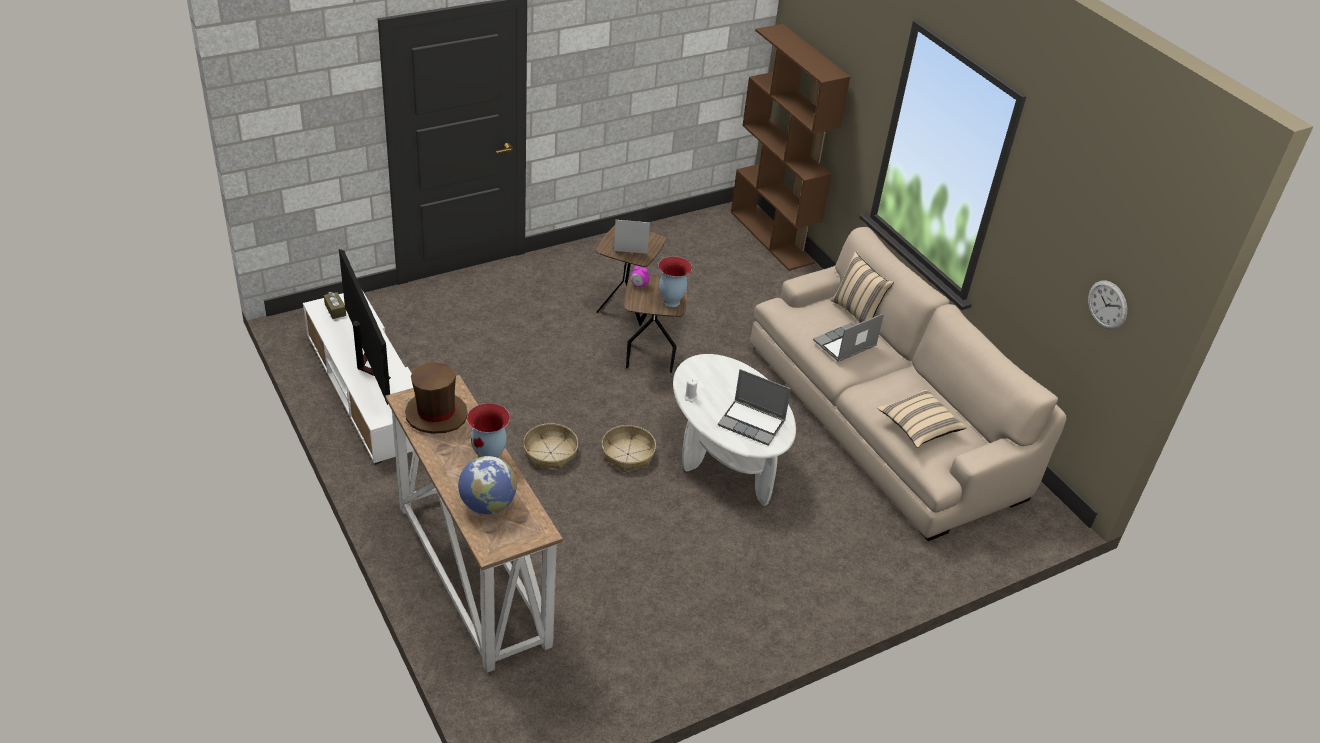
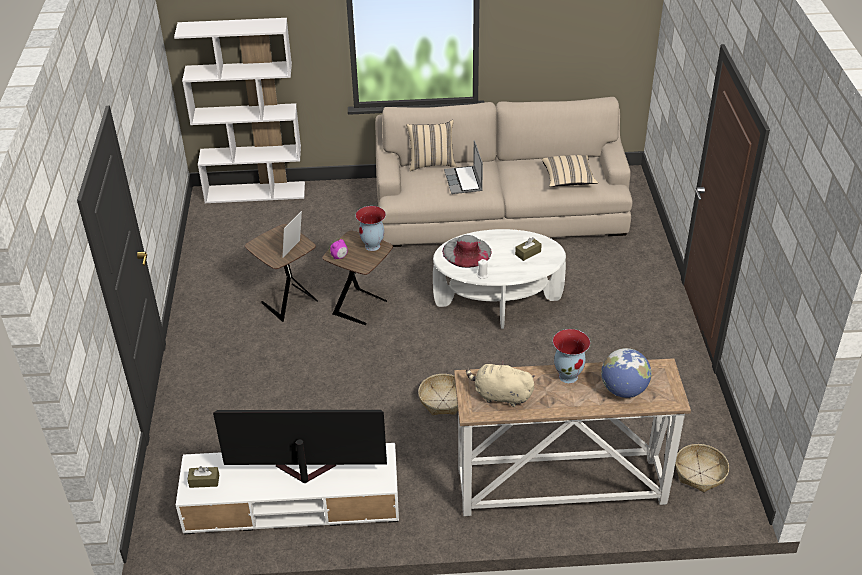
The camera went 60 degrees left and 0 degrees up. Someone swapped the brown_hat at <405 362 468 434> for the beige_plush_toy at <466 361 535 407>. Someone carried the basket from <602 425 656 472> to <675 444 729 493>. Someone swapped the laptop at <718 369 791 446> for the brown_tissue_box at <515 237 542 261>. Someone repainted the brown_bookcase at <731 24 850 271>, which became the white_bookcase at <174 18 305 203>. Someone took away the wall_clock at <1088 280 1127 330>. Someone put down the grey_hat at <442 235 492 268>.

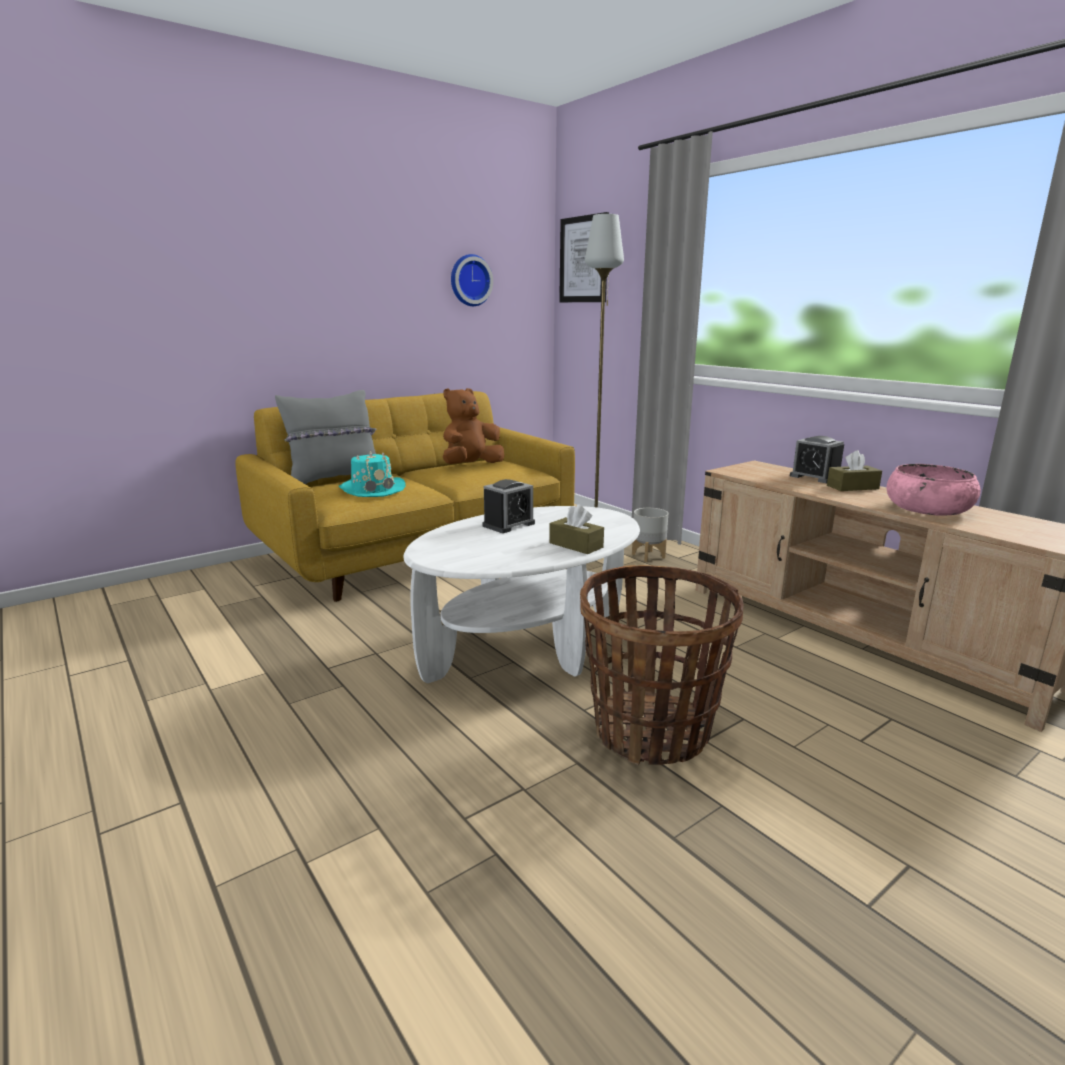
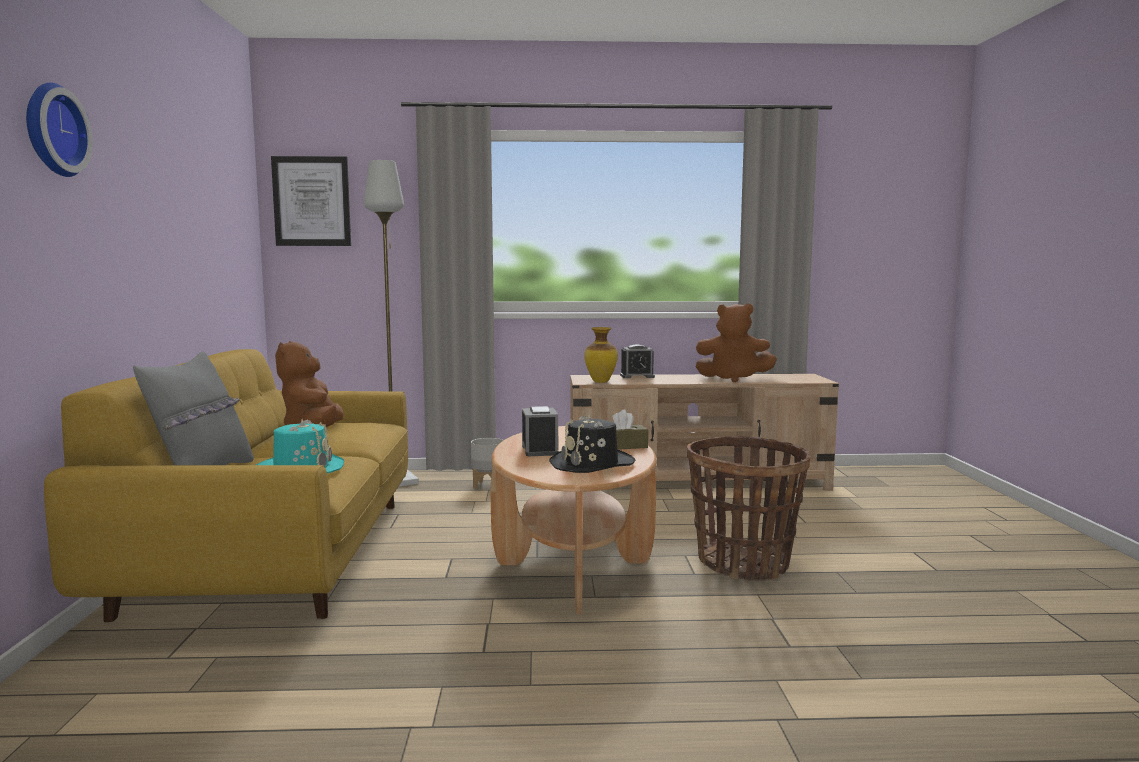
The camera went 55 degrees left and 10 degrees down. Someone repainted the white_coffee_table at <403 506 640 683>, which became the brown_coffee_table at <491 426 657 614>. Someone carried the wall_clock from <451 254 493 306> to <26 83 93 177>. Someone took away the brown_tissue_box at <827 450 882 491>. Someone swapped the pink_bowl at <886 464 981 516> for the brown_plush_toy at <696 303 777 382>. Someone put down the black_hat at <549 415 636 473>. Someone put down the vase at <585 327 618 383>.

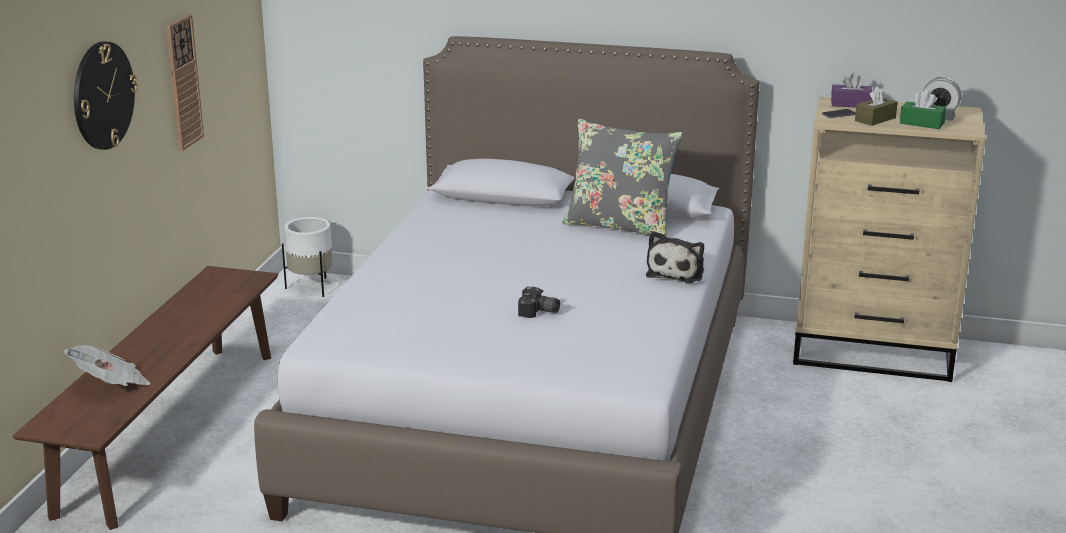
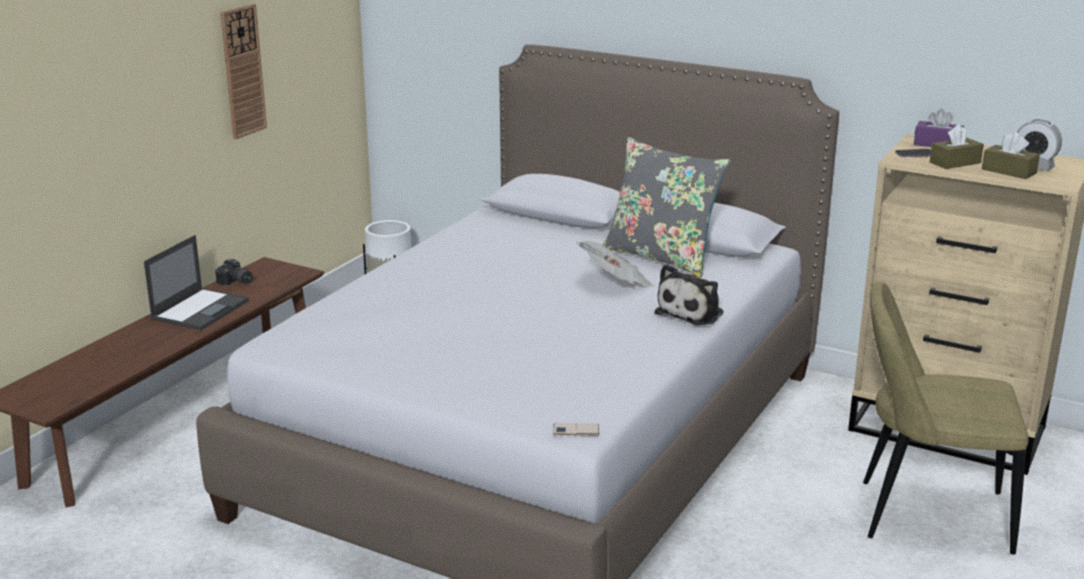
The camera went 15 degrees right and 0 degrees up. Someone carried the newspaper from <64 345 151 386> to <576 241 654 287>. Someone took away the wall_clock at <74 41 137 150>. Someone carried the photo_camera from <518 286 560 318> to <215 258 253 285>. Someone repainted the green_tissue_box at <900 90 947 129>, which became the brown_tissue_box at <982 132 1040 179>. Someone put down the laptop at <144 235 249 331>. Someone put down the phone at <553 423 599 436>. Someone put down the beige_chair at <863 282 1028 555>.

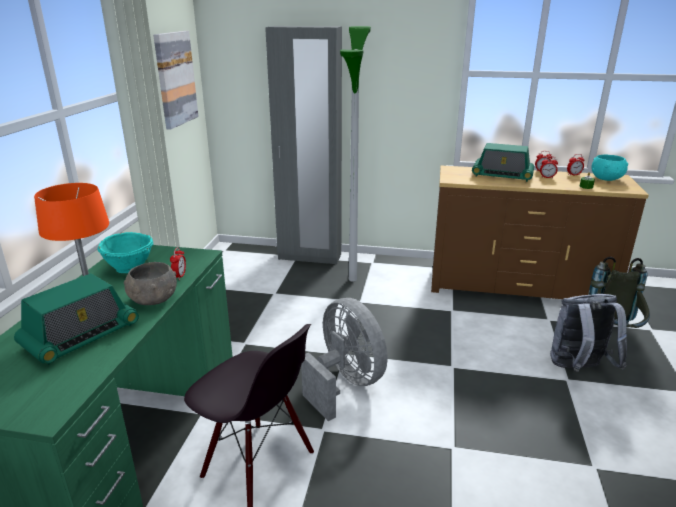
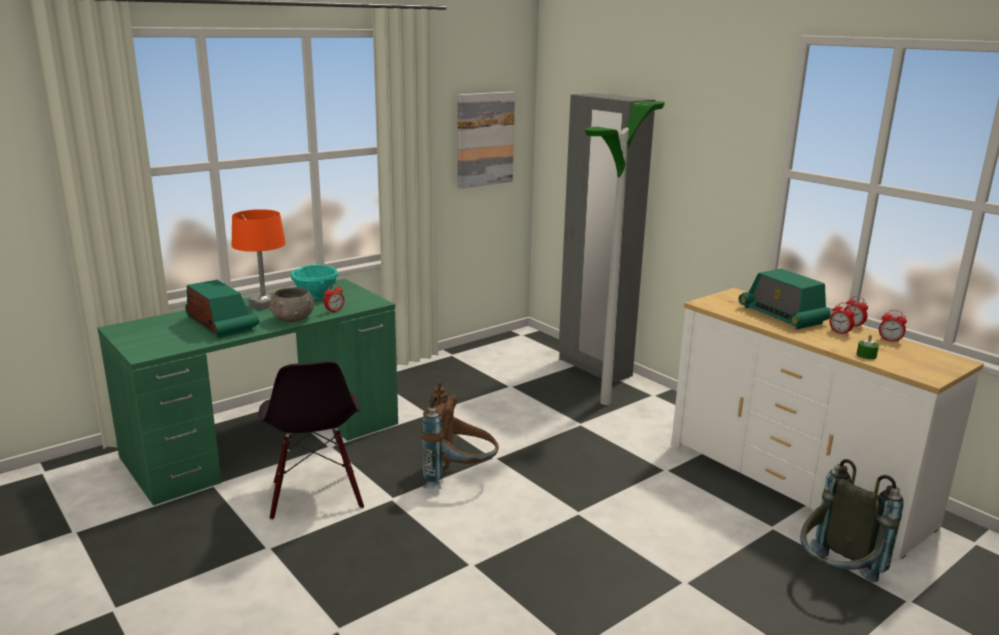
The camera went 40 degrees right and 5 degrees down. Someone rotated the radio at <14 273 139 365> by 120 degrees counterclockwise. Someone swapped the grey_fan at <301 298 387 421> for the brown_backpack at <421 382 499 489>. Someone repainted the brown_dresser at <431 166 649 299>, which became the white_dresser at <671 288 984 560>. Someone took away the grey_backpack at <550 294 627 372>. Someone took away the turquoise_bowl at <591 154 628 181>.

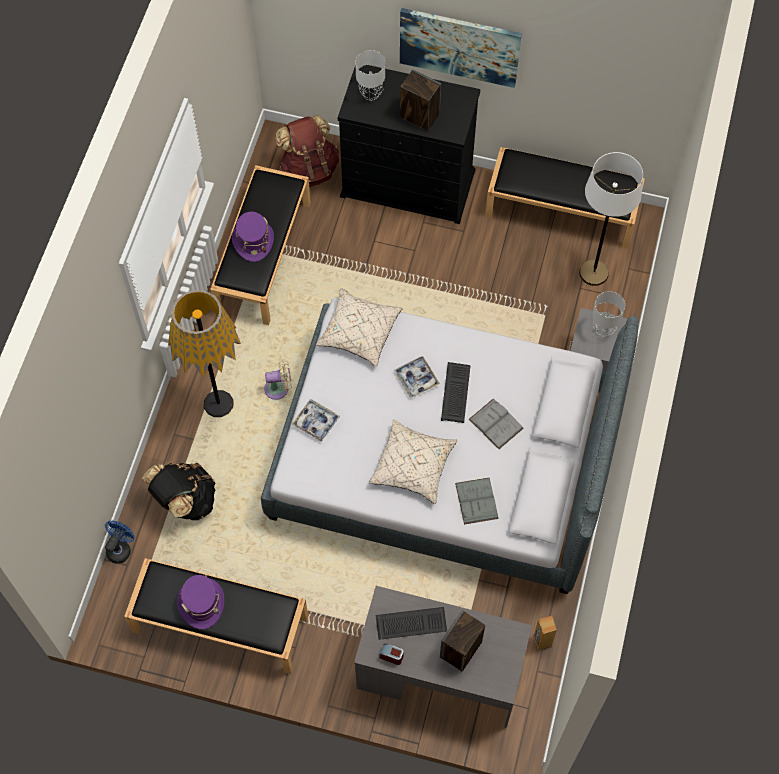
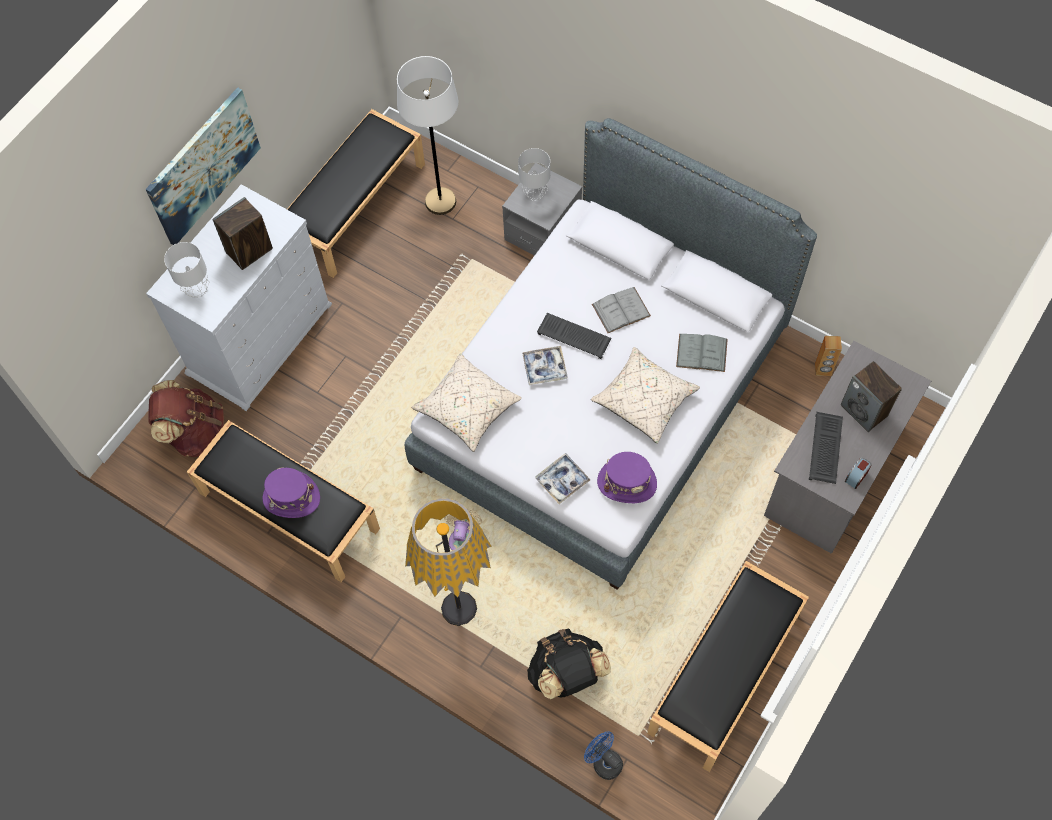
The camera went 70 degrees left and 0 degrees up. Someone carried the purple_hat from <177 575 224 629> to <597 452 657 503>. Someone repainted the black_dresser at <338 65 480 224>, which became the white_dresser at <146 184 332 411>.

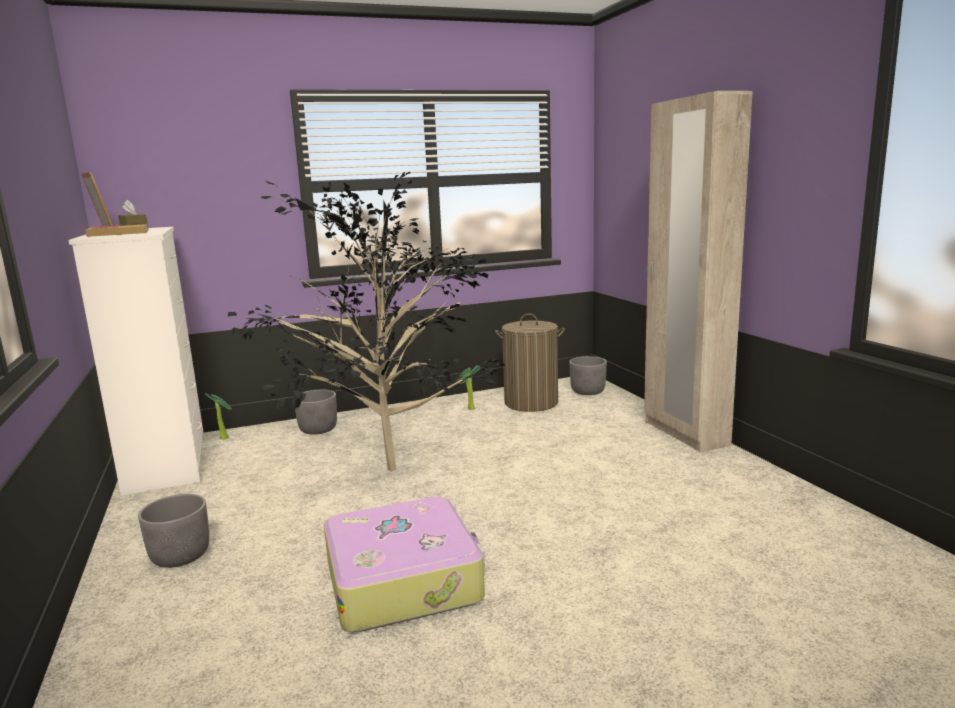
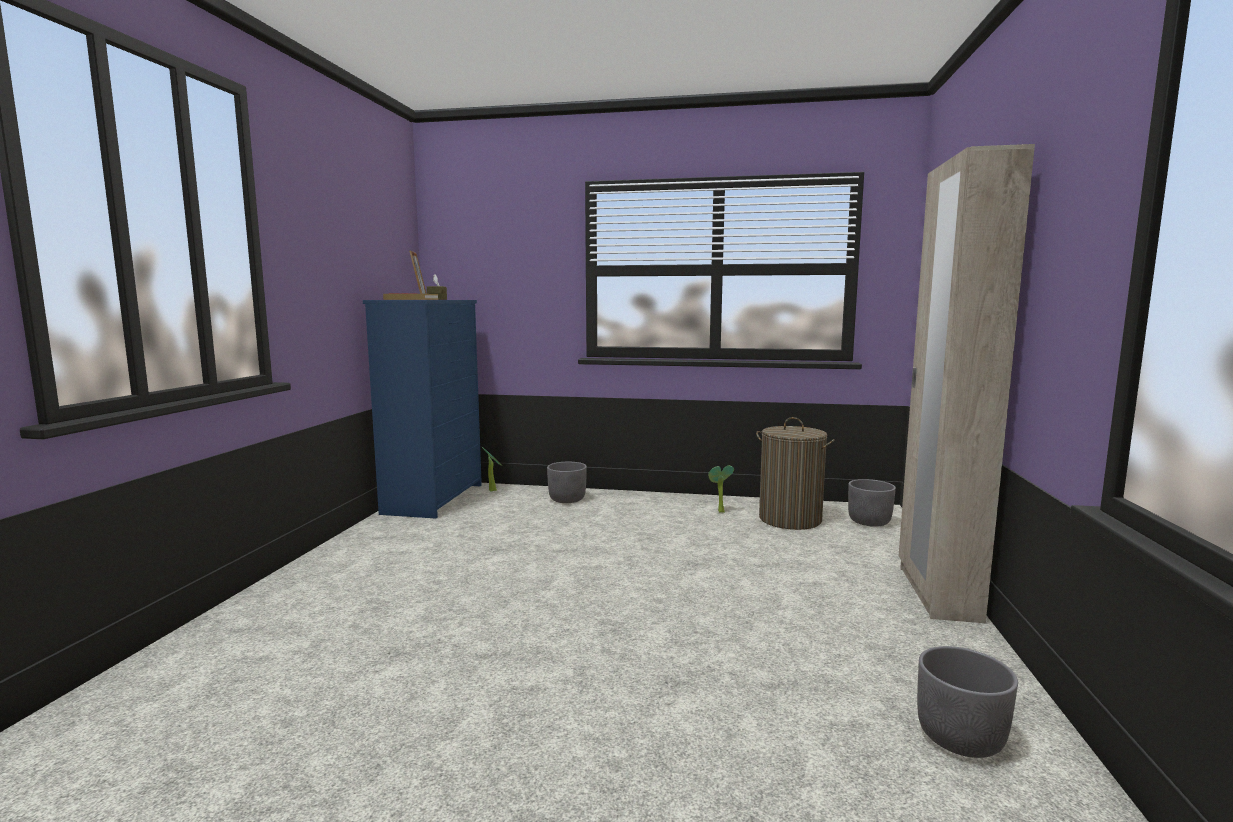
The camera went 30 degrees right and 5 degrees down. Someone repainted the white_dresser at <69 227 204 496>, which became the blue_dresser at <363 300 482 519>. Someone carried the grey_planter from <138 494 209 568> to <917 646 1018 758>. Someone took away the potted_plant at <228 171 505 472>. Someone took away the suitcase at <324 497 485 632>.

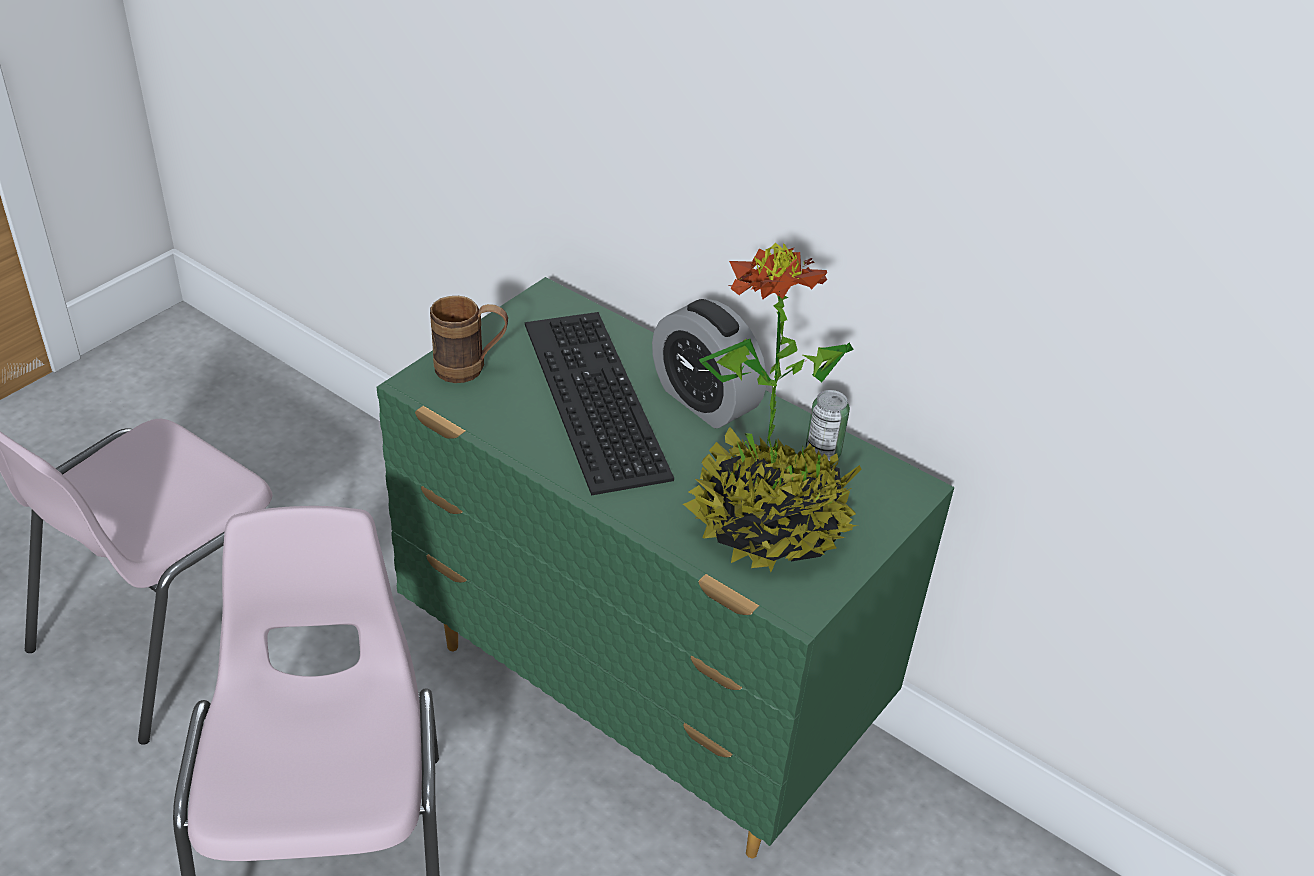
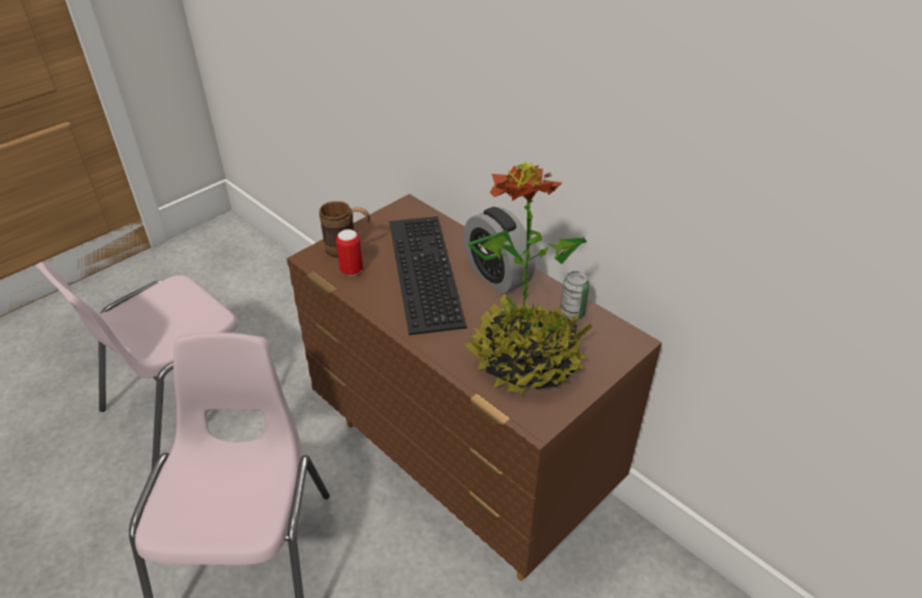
The camera went 10 degrees right and 0 degrees up. Someone repainted the green_dresser at <377 277 954 859>, which became the brown_dresser at <287 194 662 581>. Someone put down the can at <336 229 363 276>.

